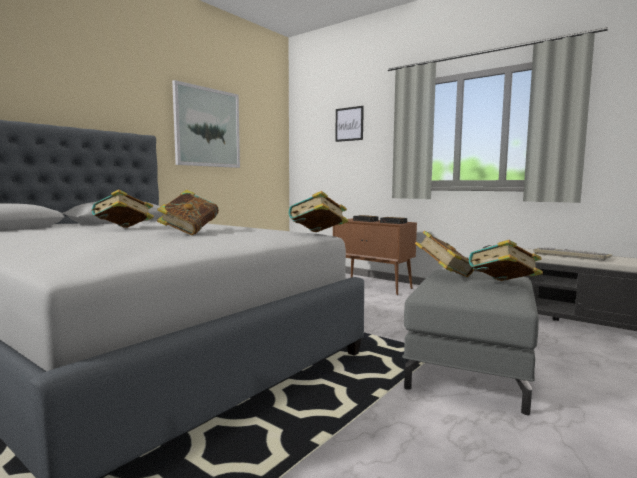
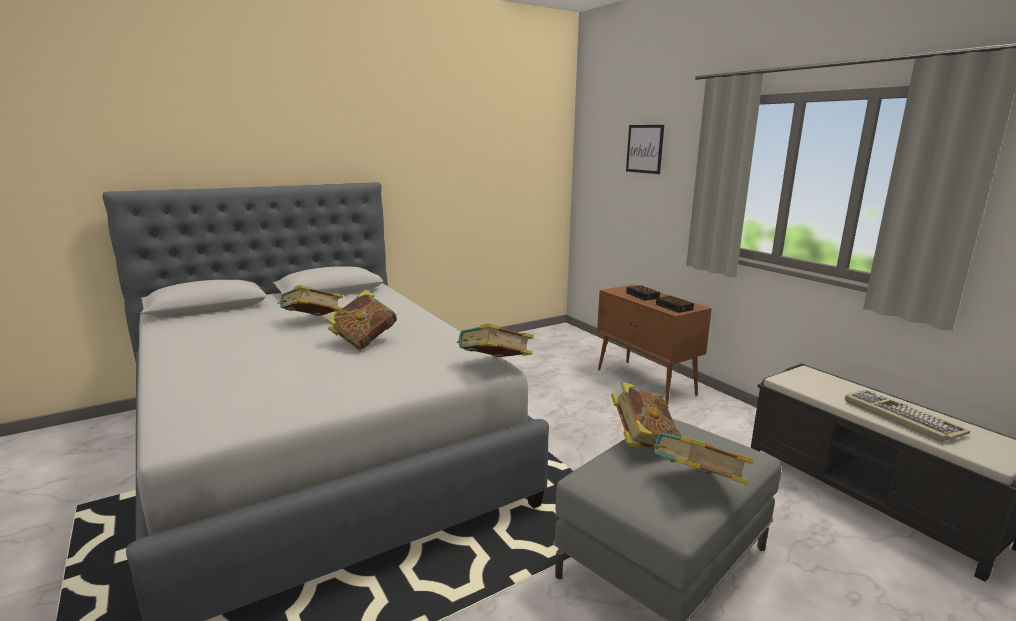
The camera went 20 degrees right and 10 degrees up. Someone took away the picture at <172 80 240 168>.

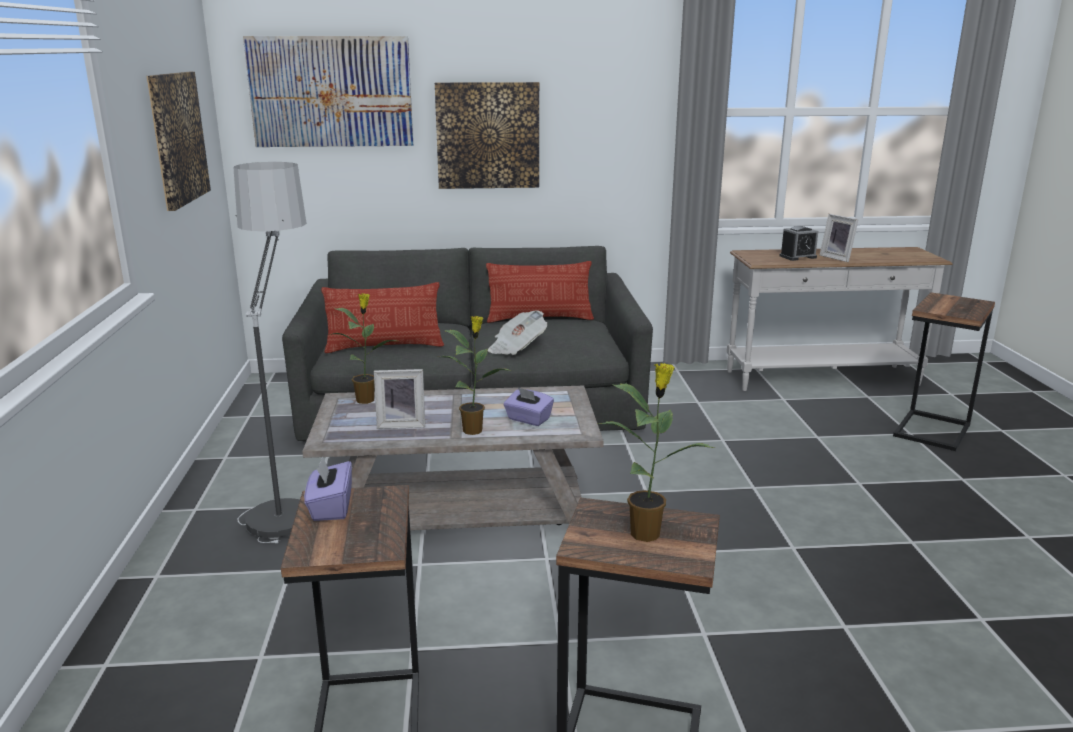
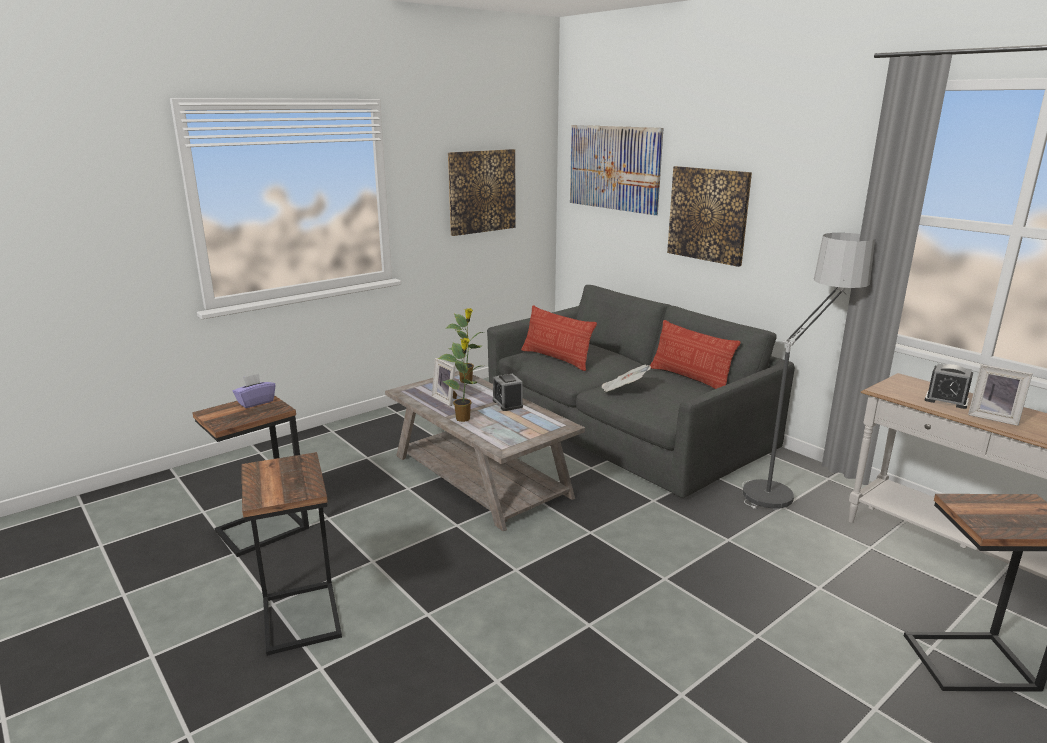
The camera went 55 degrees right and 0 degrees up. Someone carried the floor_lamp from <234 162 307 543> to <742 233 875 510>. Someone took away the purple_tissue_box at <504 387 554 426>. Someone took away the potted_plant at <598 362 715 542>. Someone rotated the picture_frame at <820 214 859 262> by 75 degrees counterclockwise. Someone put down the alarm_clock at <493 374 523 411>.

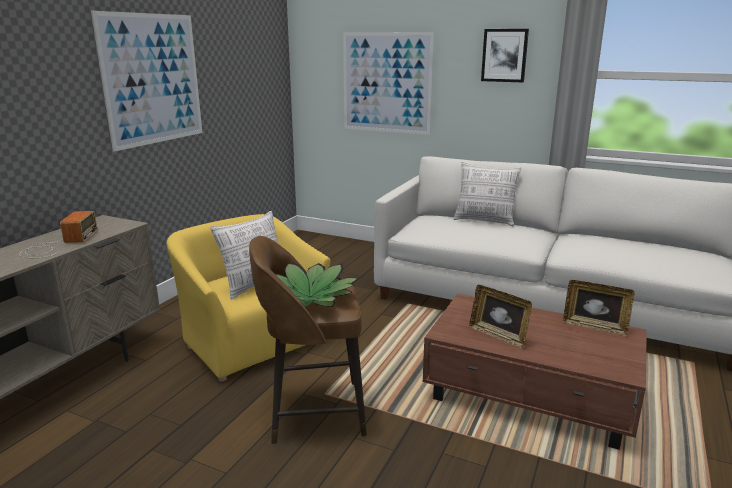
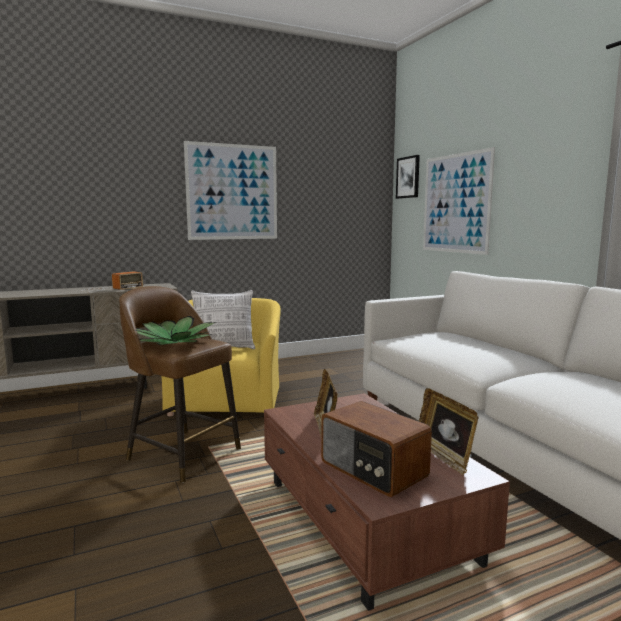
The camera went 40 degrees right and 10 degrees down. Someone took away the pillow at <454 162 521 226>. Someone carried the picture from <481 29 529 82> to <396 155 420 199>. Someone put down the radio at <321 401 432 497>.

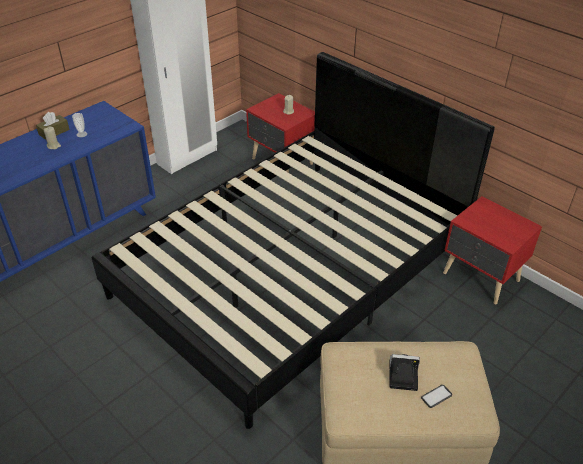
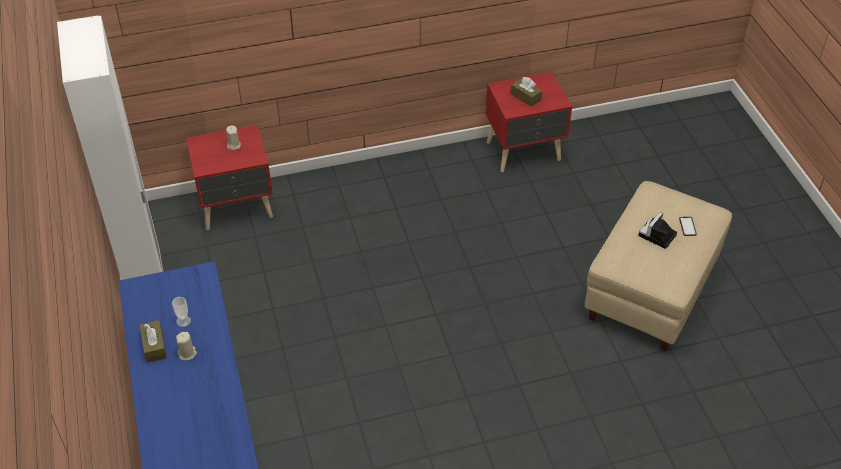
The camera went 60 degrees left and 5 degrees up. Someone took away the black_bed at <92 52 495 429>. Someone put down the brown_tissue_box at <511 77 542 107>.

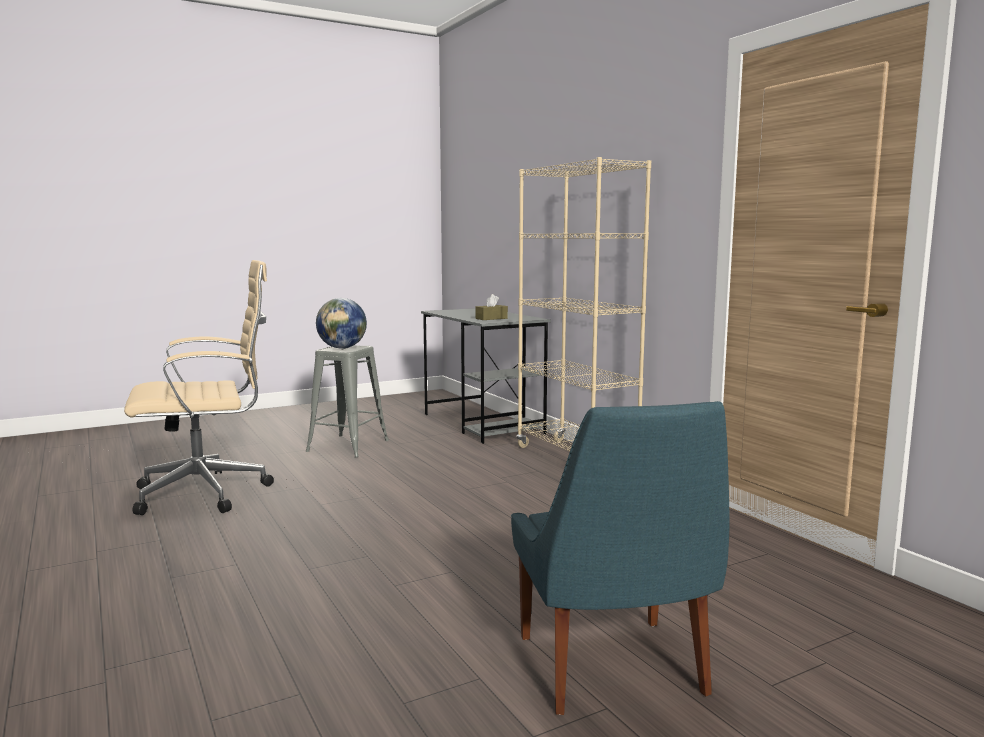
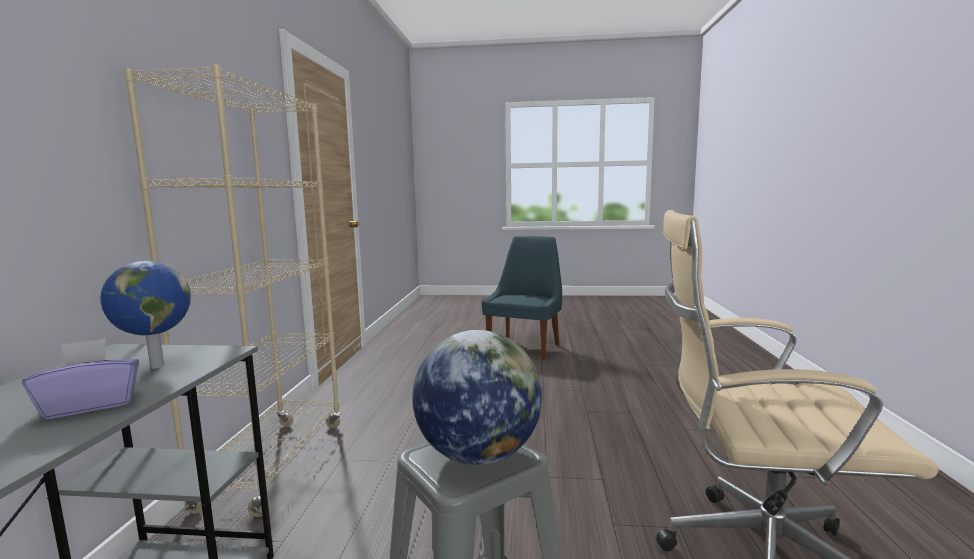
The camera went 145 degrees left and 0 degrees up. Someone swapped the brown_tissue_box at <476 294 508 320> for the globe at <100 261 191 369>. Someone put down the purple_tissue_box at <22 338 139 420>.

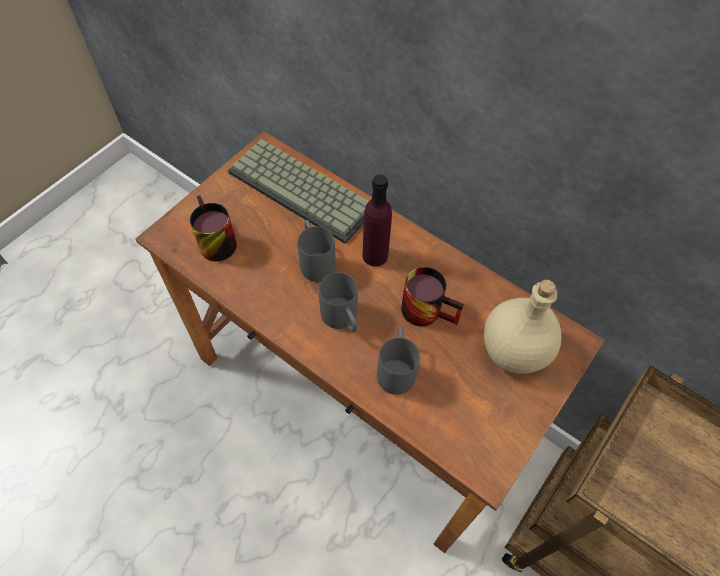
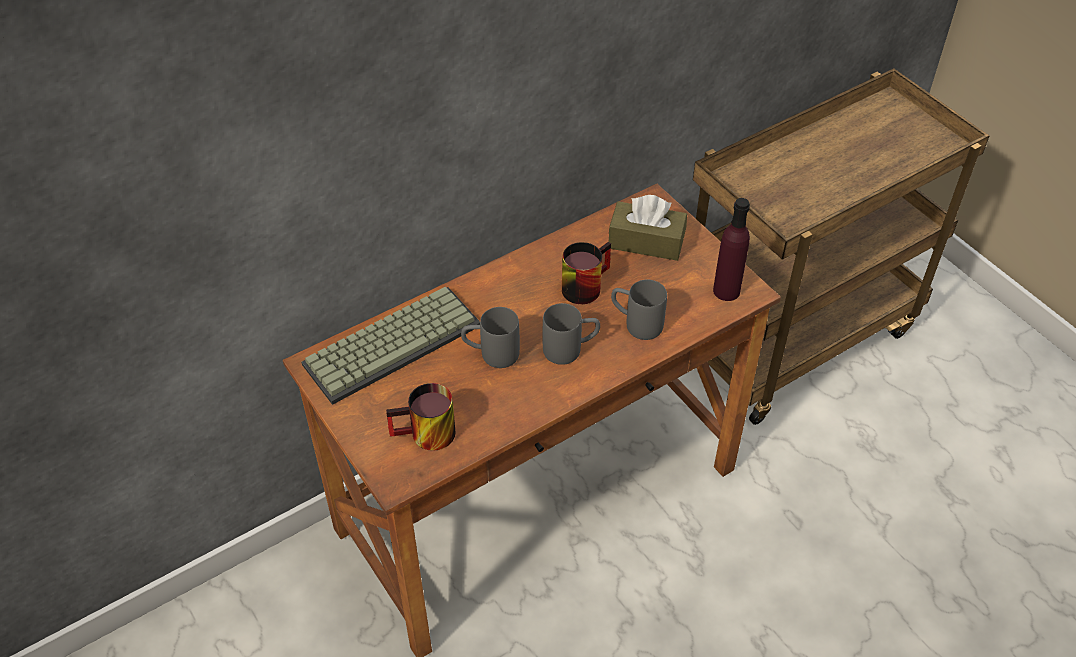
The camera went 70 degrees left and 10 degrees down. Someone carried the purple_bottle from <362 174 392 267> to <713 198 750 301>. Someone swapped the beige_bottle at <484 280 561 374> for the brown_tissue_box at <609 195 687 261>.

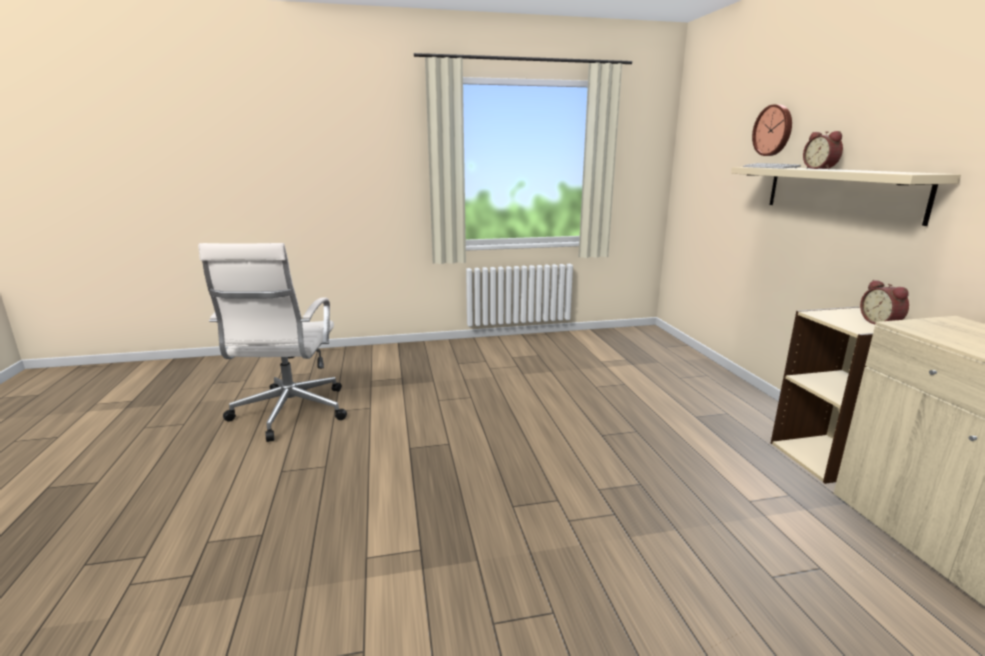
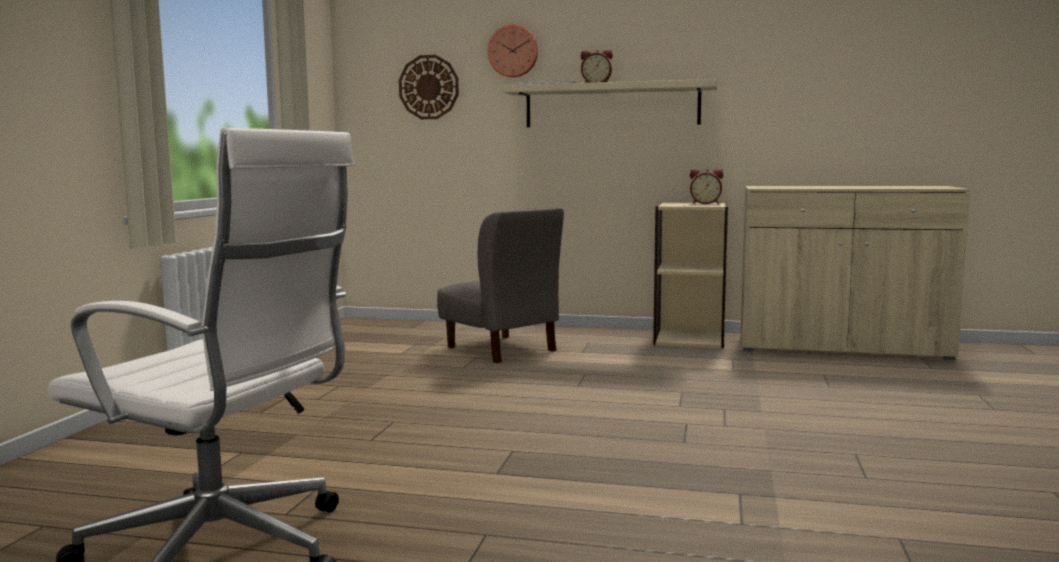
The camera went 65 degrees left and 10 degrees down. Someone put up the wall_clock at <399 55 459 119>. Someone put down the grey_chair at <437 208 564 363>.

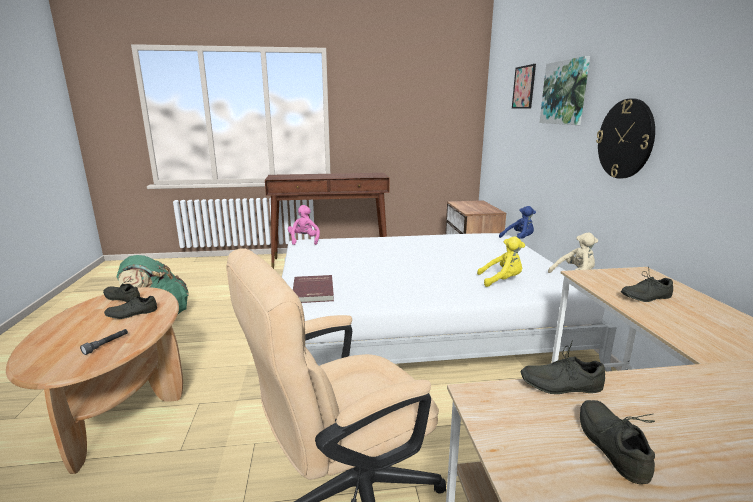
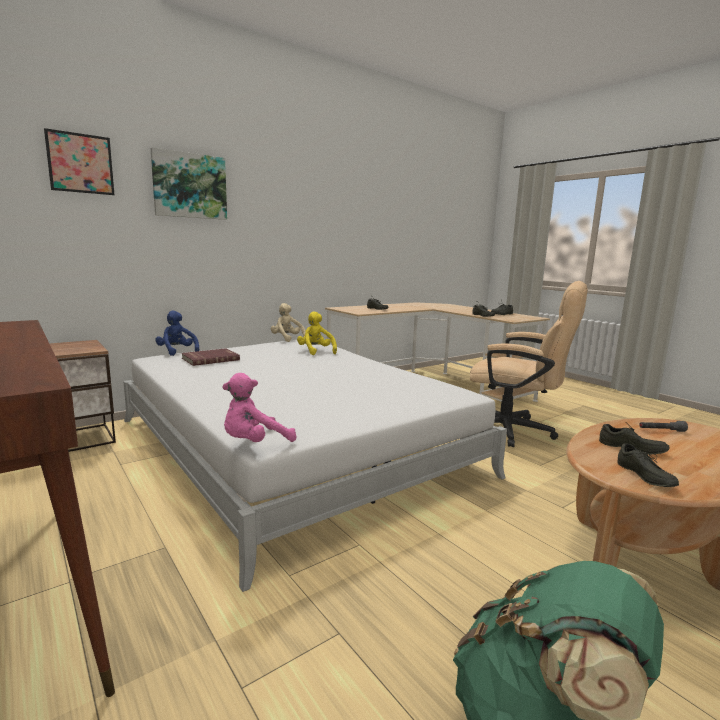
The camera went 120 degrees left and 5 degrees down. Someone carried the red_book from <293 275 334 303> to <181 348 240 366>. Someone took away the wall_clock at <596 98 655 178>.

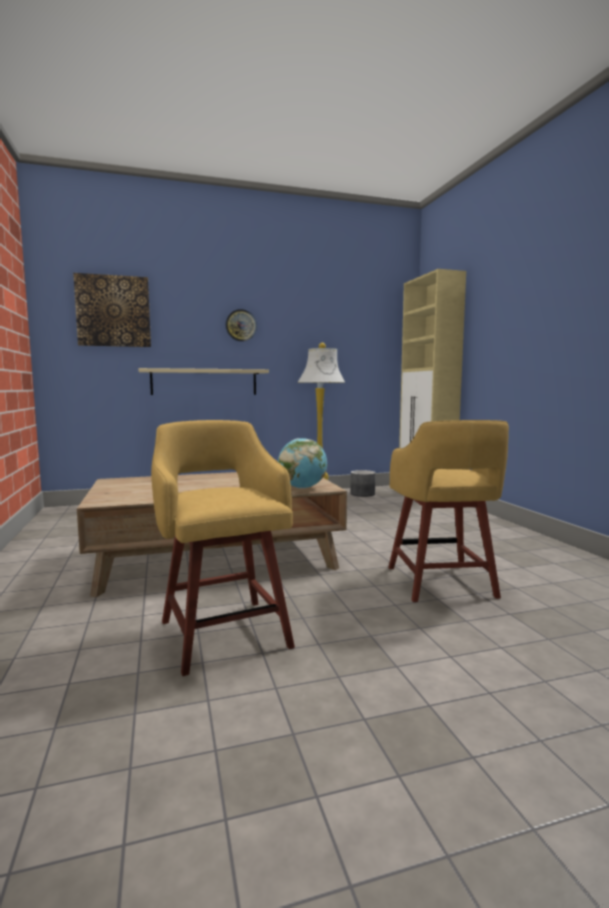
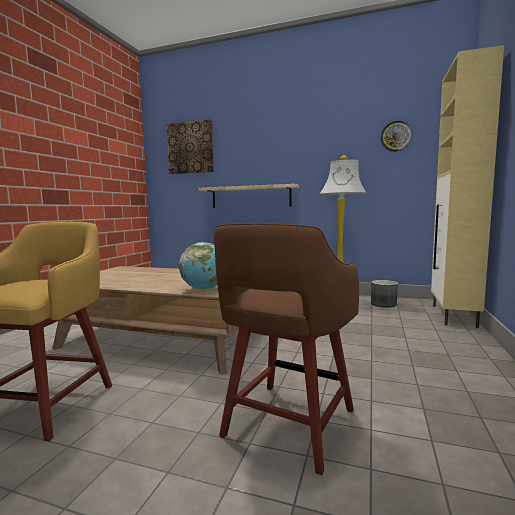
The camera went 35 degrees right and 0 degrees up. Someone carried the wall_clock from <225 309 257 342> to <381 121 413 152>. Someone repainted the yellow_stool at <388 420 509 602>, which became the brown_stool at <214 223 359 475>.

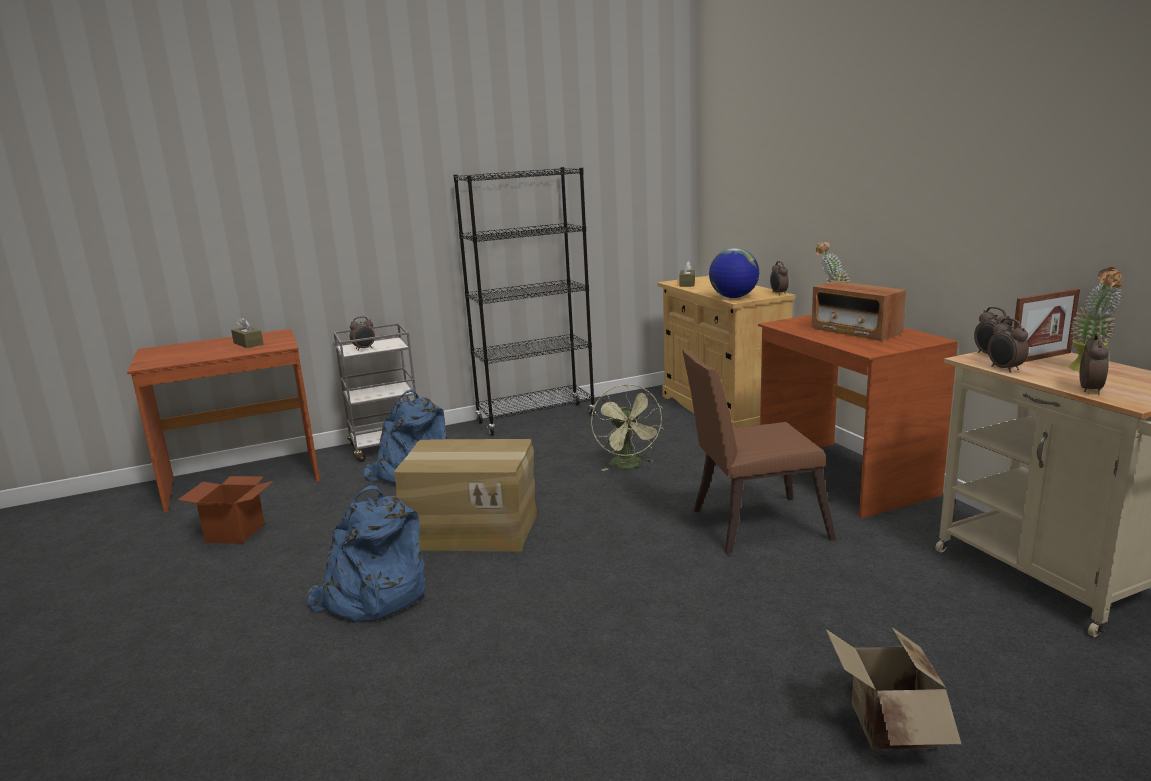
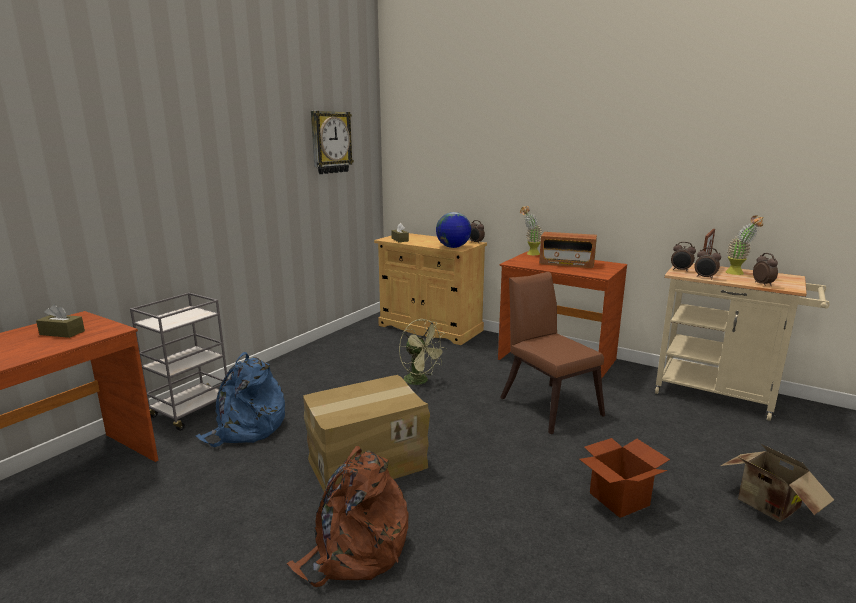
The camera went 35 degrees left and 0 degrees up. Someone carried the cardboard_box from <178 476 274 544> to <579 438 670 518>. Someone repainted the blue_backpack at <307 485 426 623>, which became the brown_backpack at <287 446 409 587>. Someone took away the alarm_clock at <350 316 375 351>. Someone took away the black_bookcase at <453 167 596 436>. Someone rotated the brown_chair at <682 350 836 554> by 105 degrees clockwise. Someone put up the wall_clock at <311 111 354 174>.

